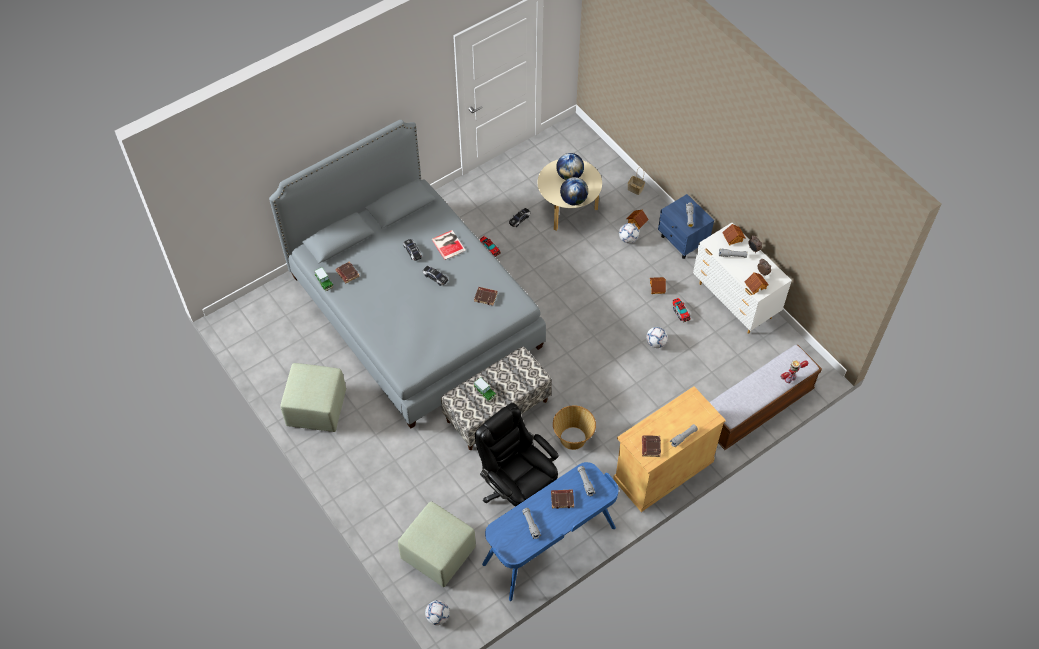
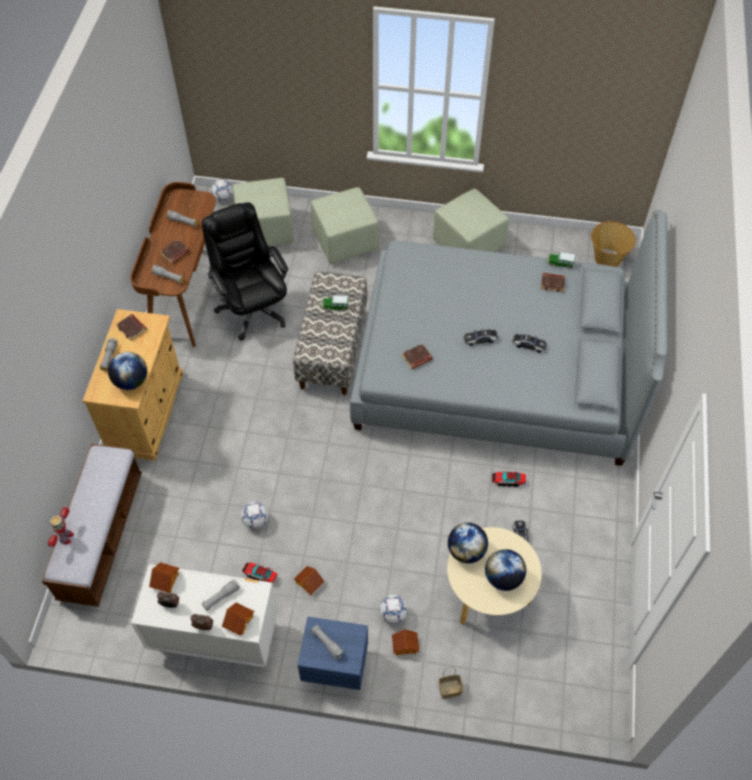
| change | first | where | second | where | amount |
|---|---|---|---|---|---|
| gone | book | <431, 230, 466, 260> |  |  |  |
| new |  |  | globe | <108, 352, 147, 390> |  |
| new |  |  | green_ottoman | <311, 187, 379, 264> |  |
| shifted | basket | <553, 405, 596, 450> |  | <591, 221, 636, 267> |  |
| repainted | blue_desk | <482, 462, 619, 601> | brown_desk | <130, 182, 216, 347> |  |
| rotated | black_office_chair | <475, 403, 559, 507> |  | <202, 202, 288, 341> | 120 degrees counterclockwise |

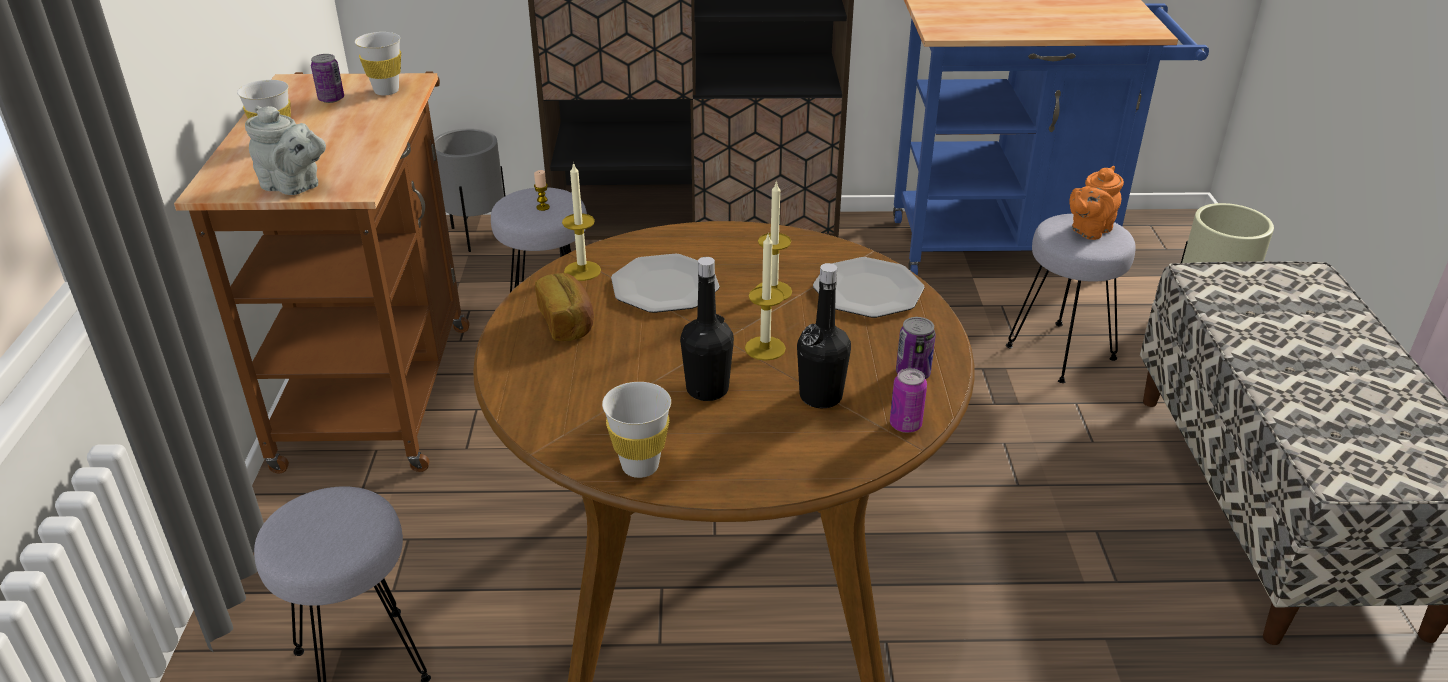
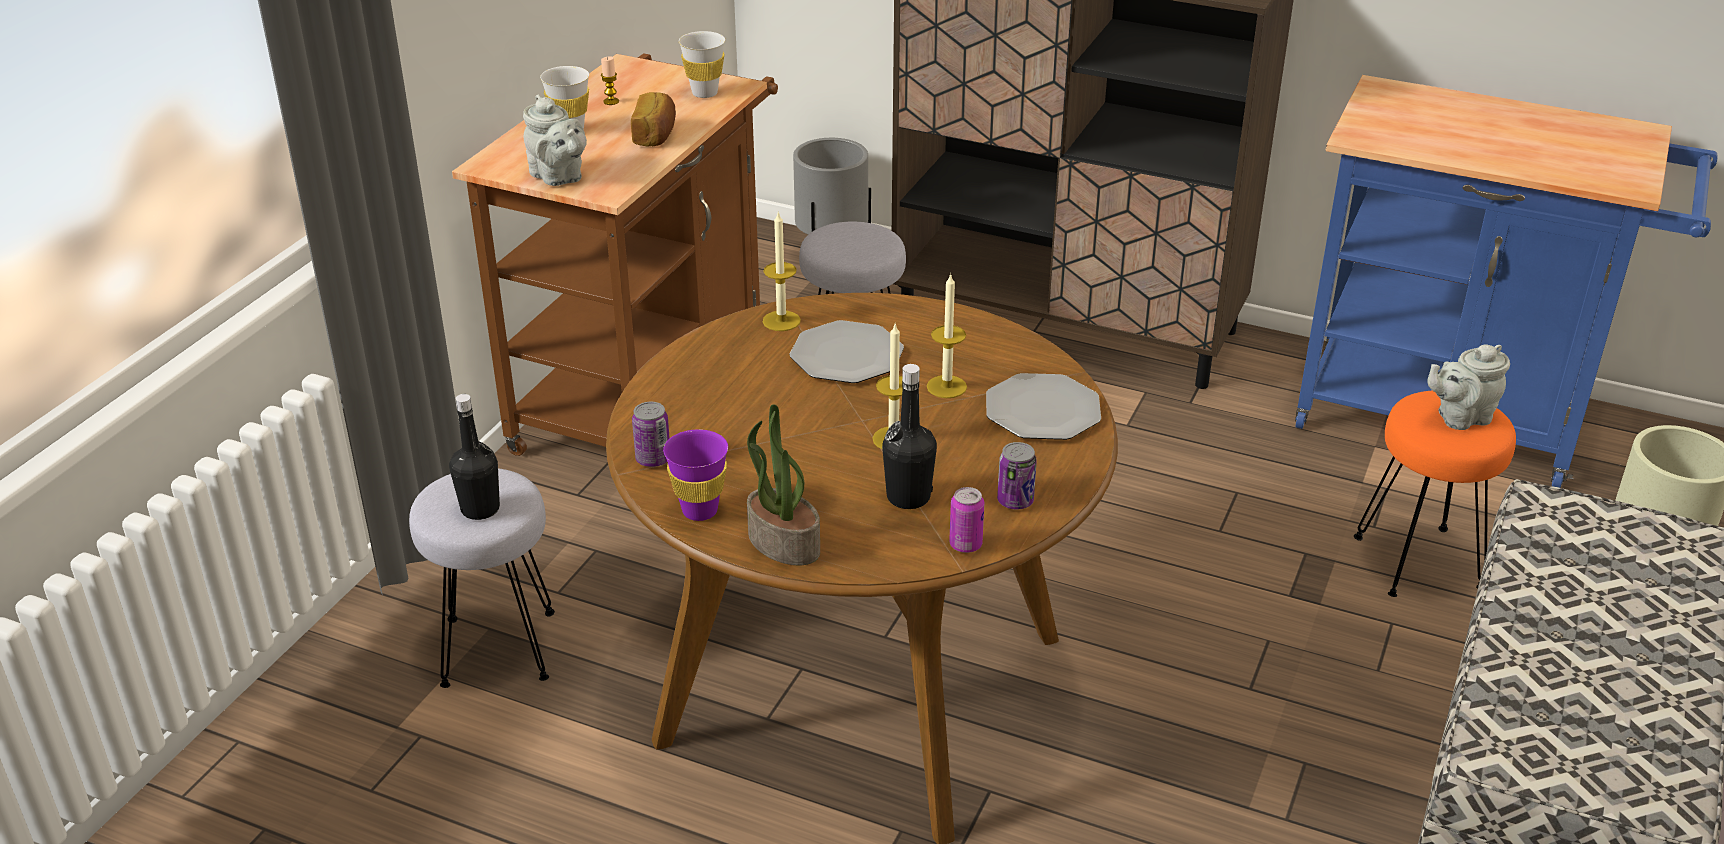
| change | first | where | second | where | amount |
|---|---|---|---|---|---|
| new |  |  | potted_plant | <747, 404, 820, 565> |  |
| shifted | can | <311, 54, 344, 103> |  | <632, 402, 670, 467> |  |
| shifted | candle | <534, 170, 550, 211> |  | <601, 56, 619, 105> |  |
| shifted | bread | <535, 273, 594, 341> |  | <631, 92, 676, 147> |  |
| shifted | black_bottle | <680, 257, 734, 401> |  | <449, 394, 500, 520> |  |
| repainted | white_cup | <602, 382, 671, 478> | purple_cup | <663, 429, 728, 521> |  |
| repainted | grey_stool | <1006, 214, 1136, 383> | orange_stool | <1354, 391, 1516, 597> |  |
| repainted | orange_teapot | <1069, 166, 1124, 240> | grey_teapot | <1427, 344, 1510, 430> |  |

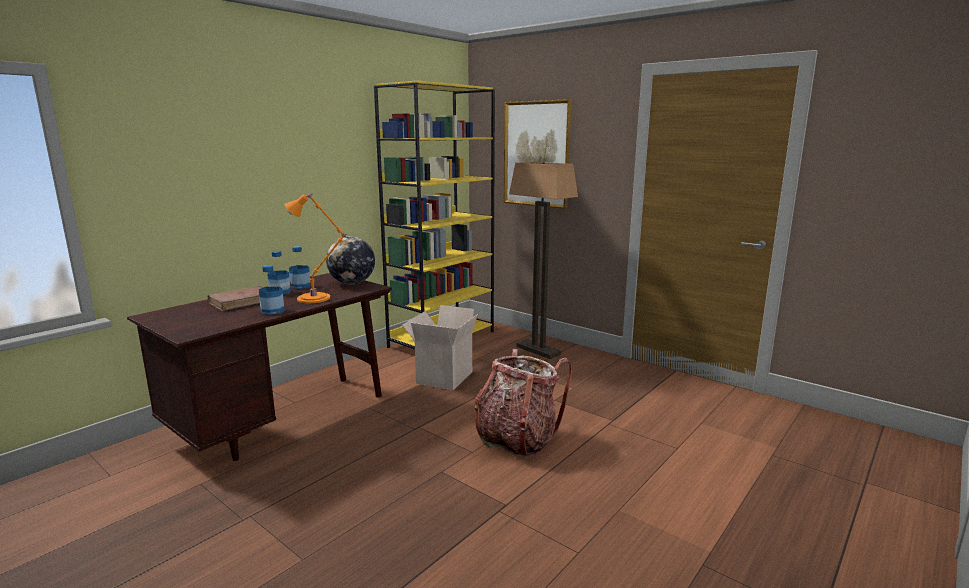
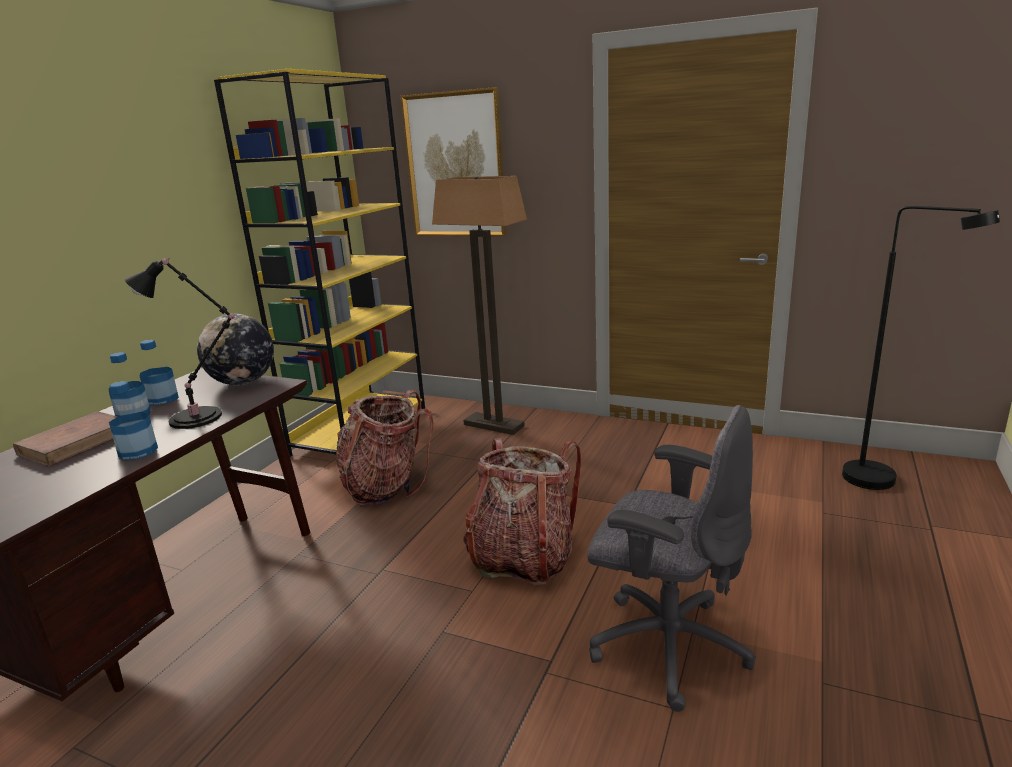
| change | first | where | second | where | amount |
|---|---|---|---|---|---|
| new |  |  | grey_office_chair | <587, 405, 756, 712> |  |
| new |  |  | black_floor_lamp | <842, 206, 1000, 490> |  |
| swapped | cardboard_box | <402, 305, 478, 390> | backpack | <336, 390, 433, 505> |  |
| repainted | orange_table_lamp | <284, 194, 347, 303> | black_table_lamp | <124, 258, 236, 429> |  |

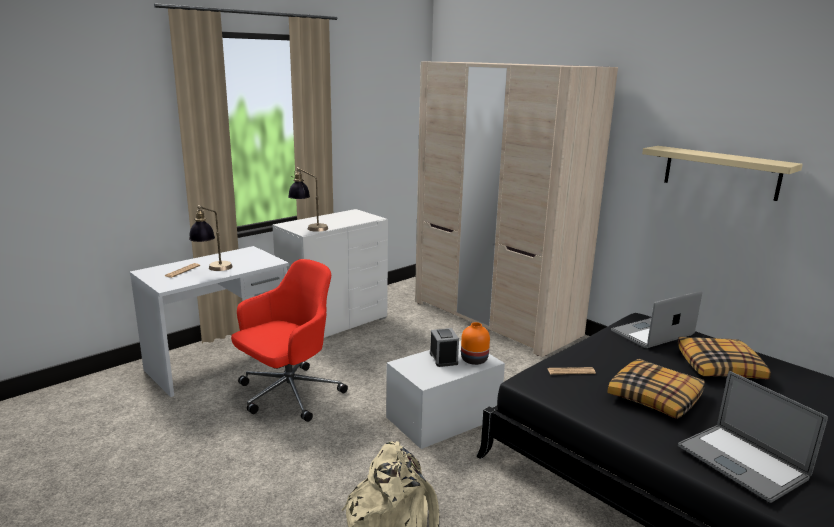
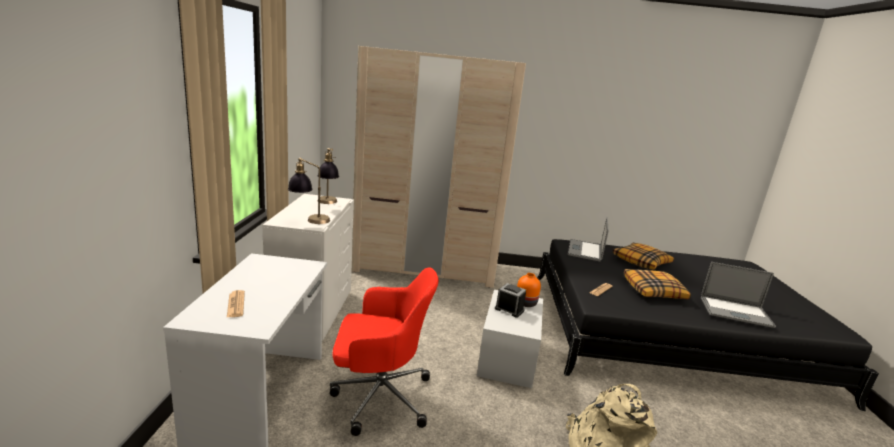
| change | first | where | second | where | amount |
|---|---|---|---|---|---|
| gone | beige_shelf | <642, 146, 803, 201> |  |  |  |
| shifted | table_lamp | <189, 205, 233, 271> |  | <318, 148, 339, 204> |  |
| rotated | red_office_chair | <231, 259, 348, 422> |  | <330, 267, 439, 436> | 90 degrees clockwise |

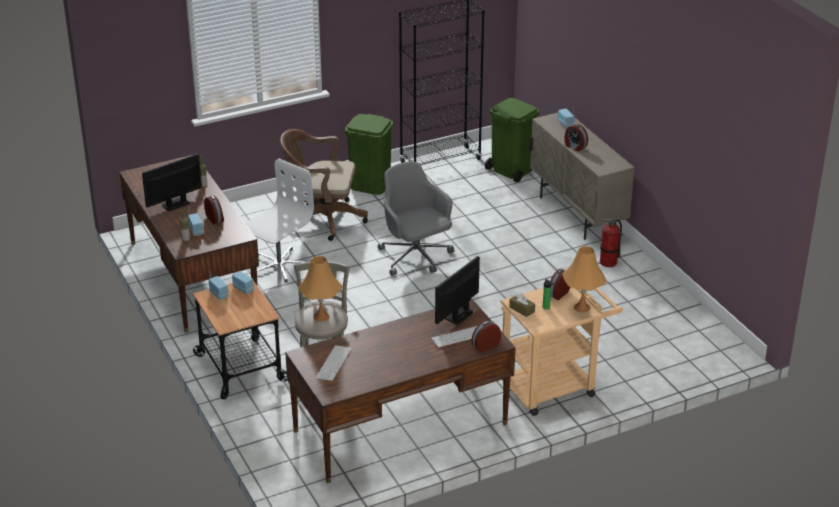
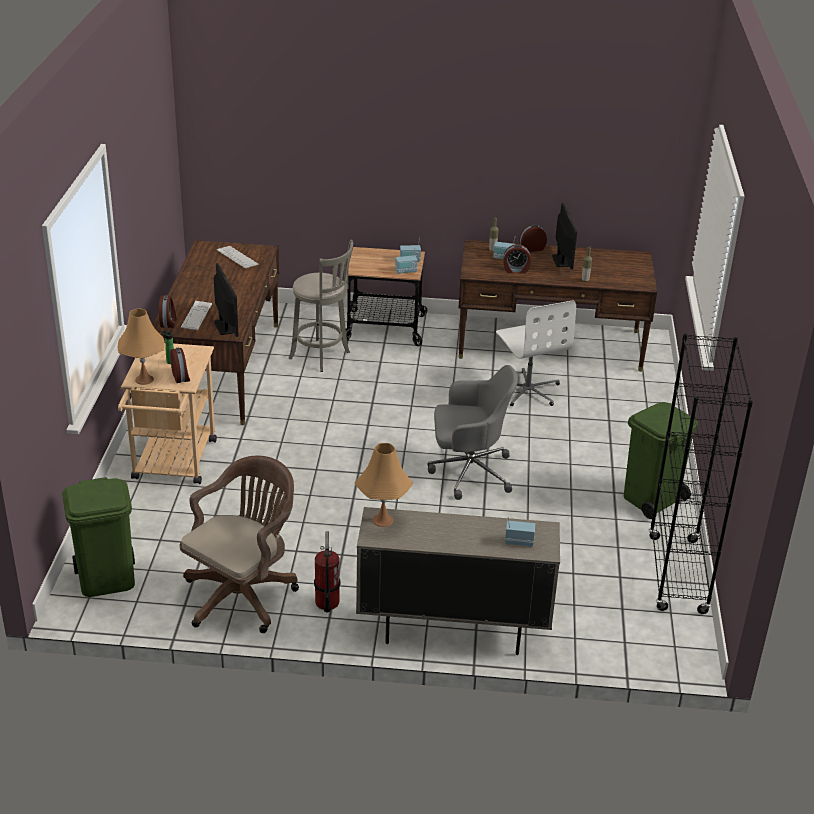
| change | first | where | second | where | amount |
|---|---|---|---|---|---|
| gone | brown_tissue_box | <509, 293, 535, 317> |  |  |  |
| shifted | brown_office_chair | <280, 129, 368, 241> |  | <180, 455, 299, 633> |  |
| shifted | orange_table_lamp | <298, 256, 343, 322> |  | <355, 443, 413, 527> |  |
| shifted | green_trash_can | <485, 98, 540, 182> |  | <62, 477, 135, 597> |  |
| shifted | alarm_clock | <565, 124, 588, 151> |  | <519, 225, 547, 252> |  |

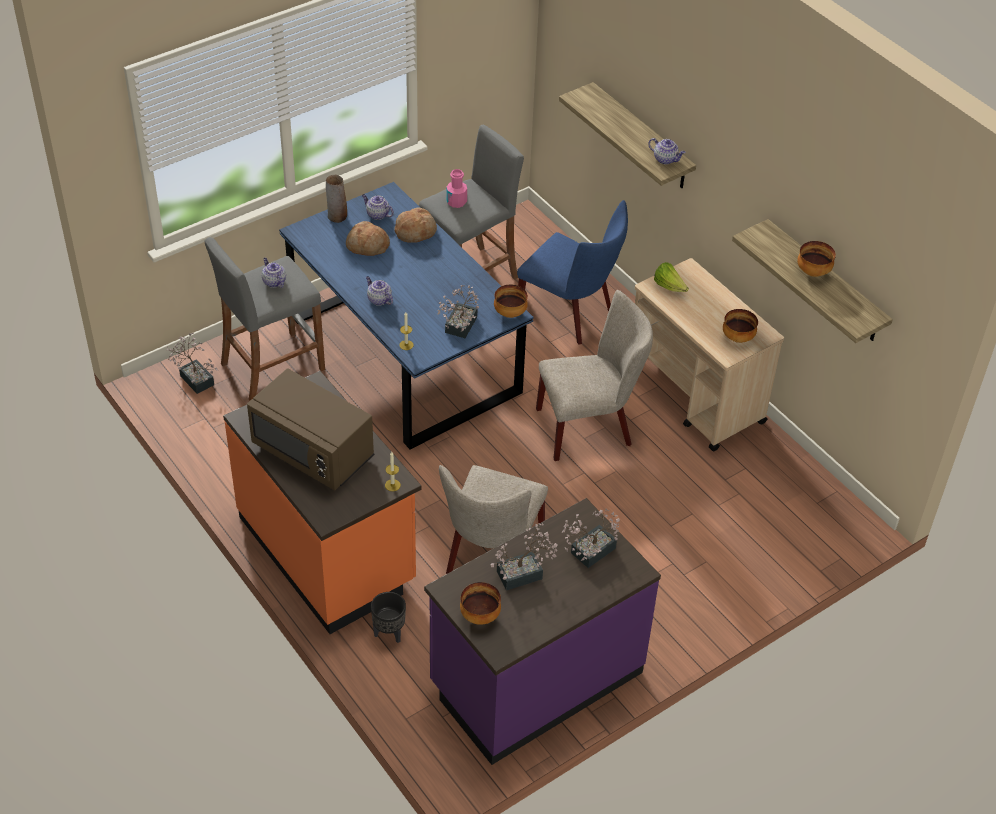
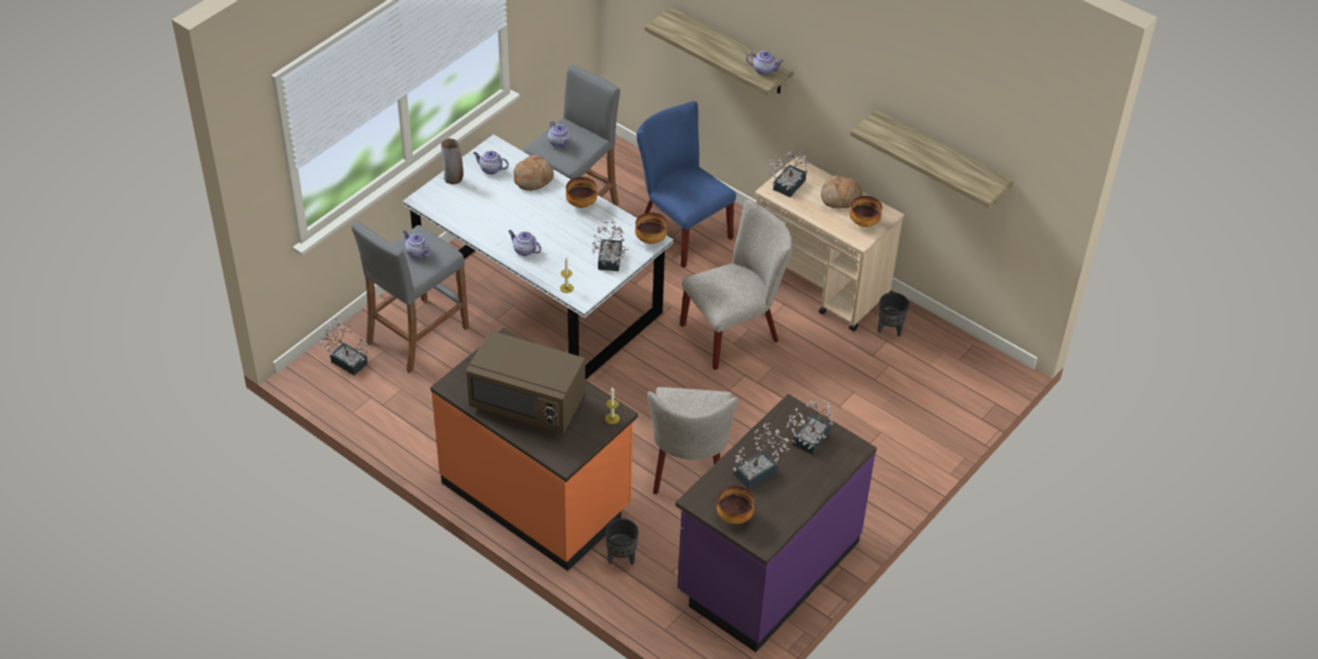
| change | first | where | second | where | amount |
|---|---|---|---|---|---|
| new |  |  | black_planter | <878, 292, 909, 337> |  |
| shifted | bread | <346, 221, 390, 256> |  | <821, 175, 863, 208> |  |
| shifted | bowl | <797, 241, 836, 277> |  | <566, 177, 597, 208> |  |
| swapped | pink_bottle | <446, 169, 467, 208> | teapot | <548, 121, 571, 148> |  |
| swapped | lettuce | <654, 262, 689, 292> | potted_plant | <767, 149, 808, 197> |  |
| repainted | blue_dining_table | <279, 182, 534, 449> | white_dining_table | <403, 134, 673, 380> |  |
| rotated | blue_chair | <517, 200, 628, 345> |  | <636, 101, 736, 268> | 150 degrees counterclockwise |

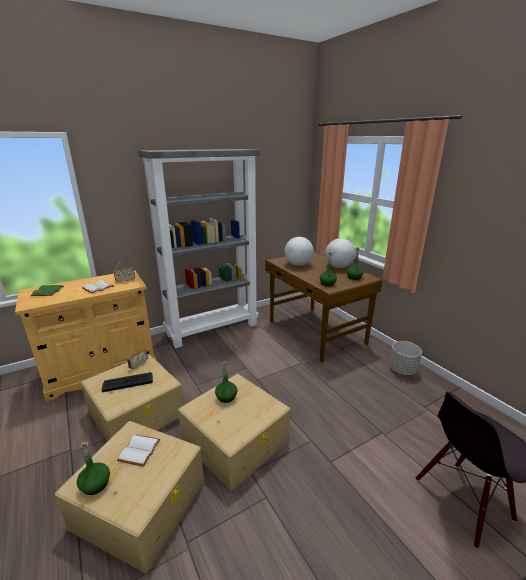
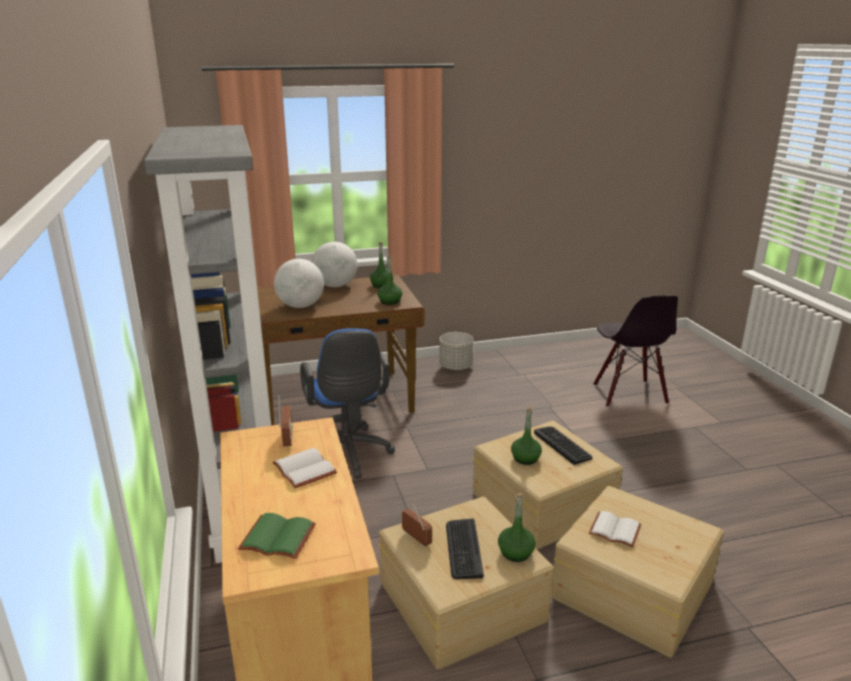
| change | first | where | second | where | amount |
|---|---|---|---|---|---|
| new |  |  | blue_office_chair | <300, 328, 395, 479> |  |
| new |  |  | keyboard | <534, 427, 592, 465> |  |
| shifted | green_bottle | <77, 441, 110, 495> |  | <498, 493, 536, 562> |  |

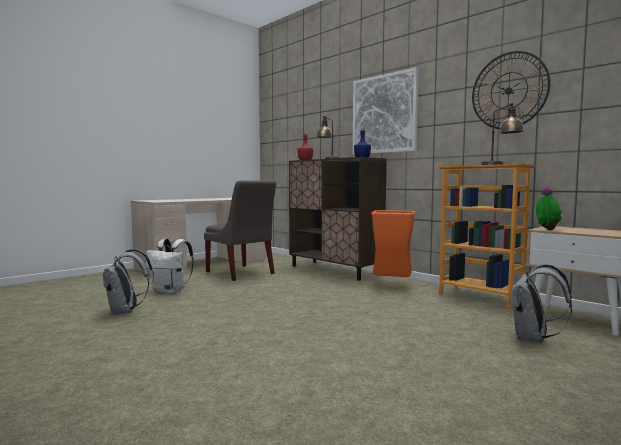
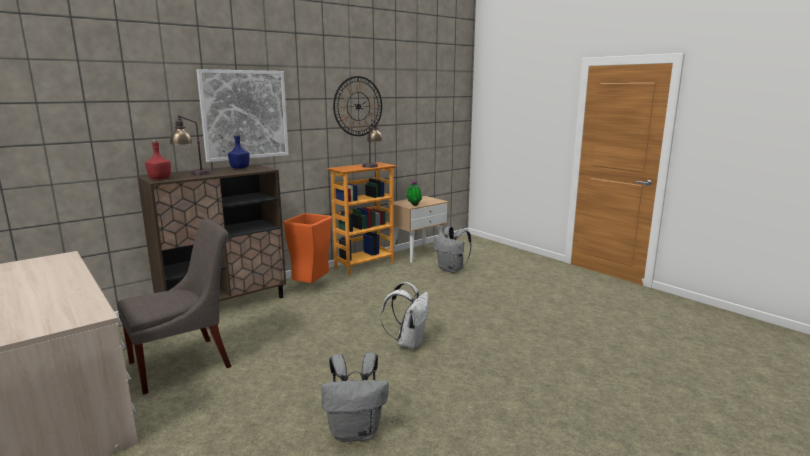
| change | first | where | second | where | amount |
|---|---|---|---|---|---|
| shifted | white_backpack | <145, 238, 194, 294> |  | <381, 282, 429, 350> |  |

